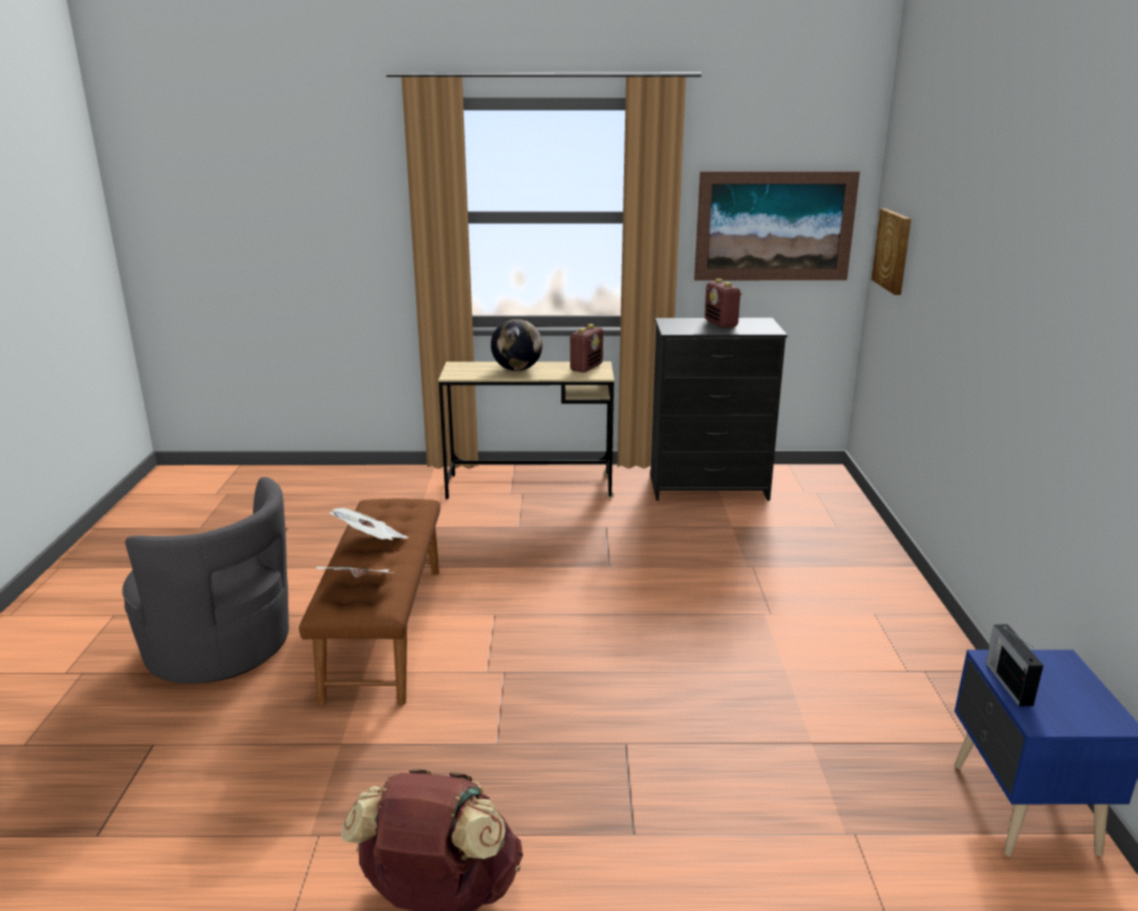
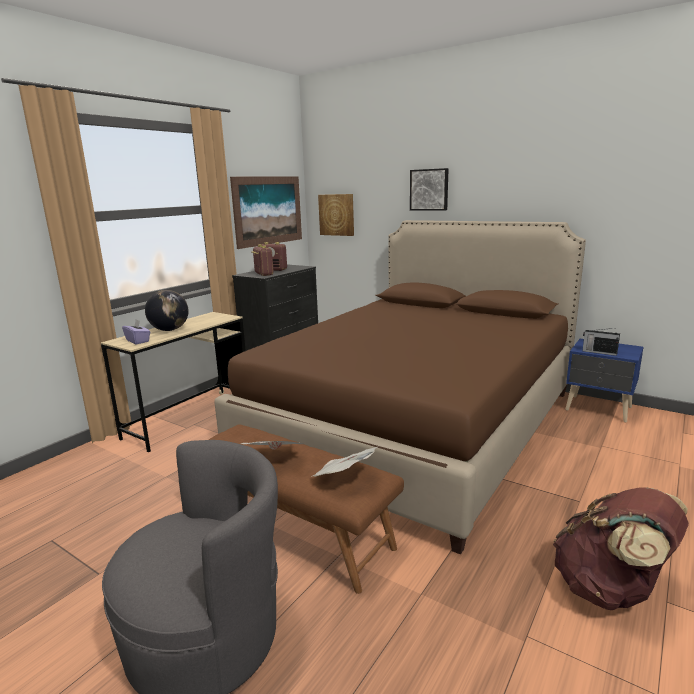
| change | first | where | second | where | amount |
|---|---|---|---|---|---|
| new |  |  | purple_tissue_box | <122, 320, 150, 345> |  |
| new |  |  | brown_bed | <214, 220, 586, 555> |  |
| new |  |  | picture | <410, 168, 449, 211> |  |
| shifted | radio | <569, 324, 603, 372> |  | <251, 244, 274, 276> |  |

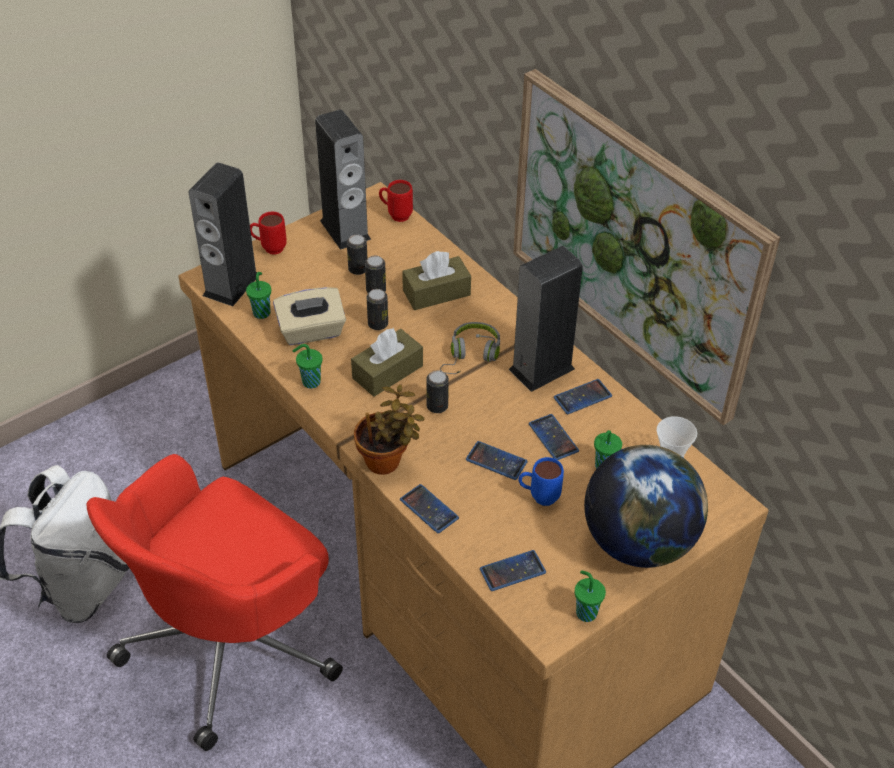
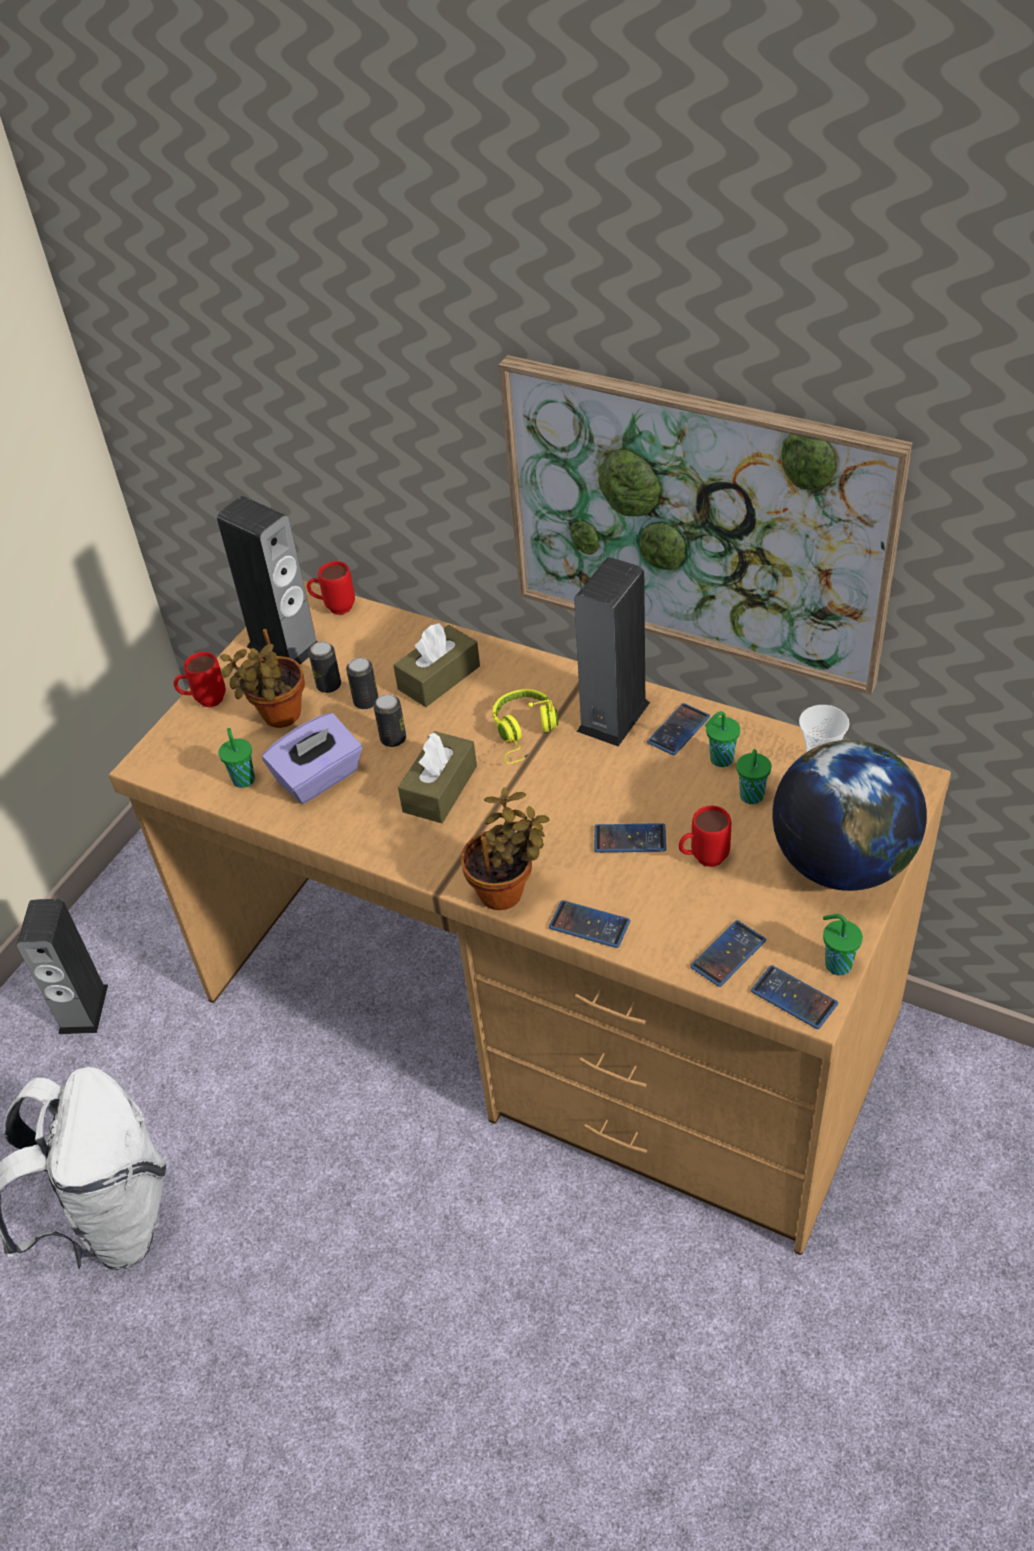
| change | first | where | second | where | amount |
|---|---|---|---|---|---|
| gone | red_office_chair | <86, 454, 343, 751> |  |  |  |
| gone | can | <426, 370, 449, 413> |  |  |  |
| new |  |  | potted_plant | <220, 629, 305, 728> |  |
| shifted | speaker | <189, 162, 257, 306> |  | <16, 899, 108, 1034> |  |
| shifted | green_cup | <293, 344, 322, 389> |  | <705, 711, 740, 767> |  |
| shifted | phone | <529, 414, 579, 460> |  | <751, 965, 838, 1029> |  |
| repainted | beige_tissue_box | <273, 287, 346, 345> | purple_tissue_box | <262, 713, 362, 804> |  |
| repainted | grey_headphones | <440, 322, 500, 374> | yellow_headphones | <492, 689, 558, 764> |  |
| repainted | blue_mug | <518, 457, 564, 506> | red_mug | <679, 806, 731, 867> |  |

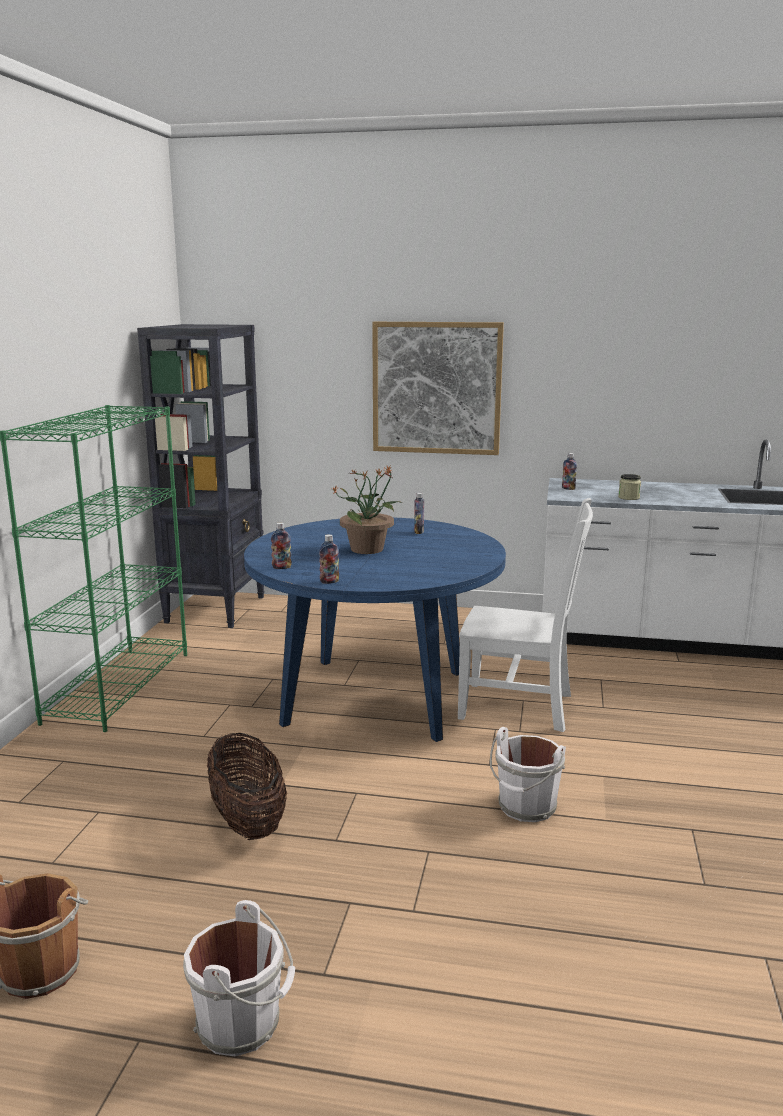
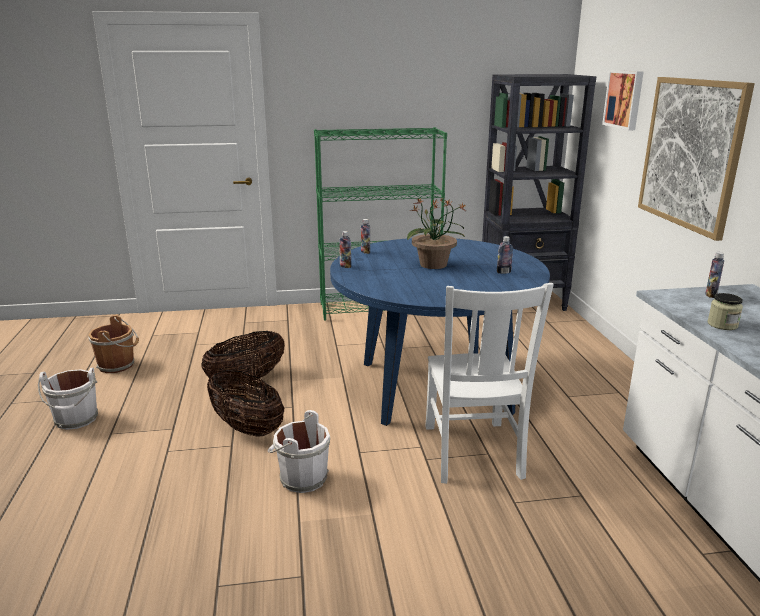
| change | first | where | second | where | amount |
|---|---|---|---|---|---|
| new |  |  | basket | <207, 370, 284, 437> |  |
| new |  |  | picture | <602, 70, 644, 130> |  |

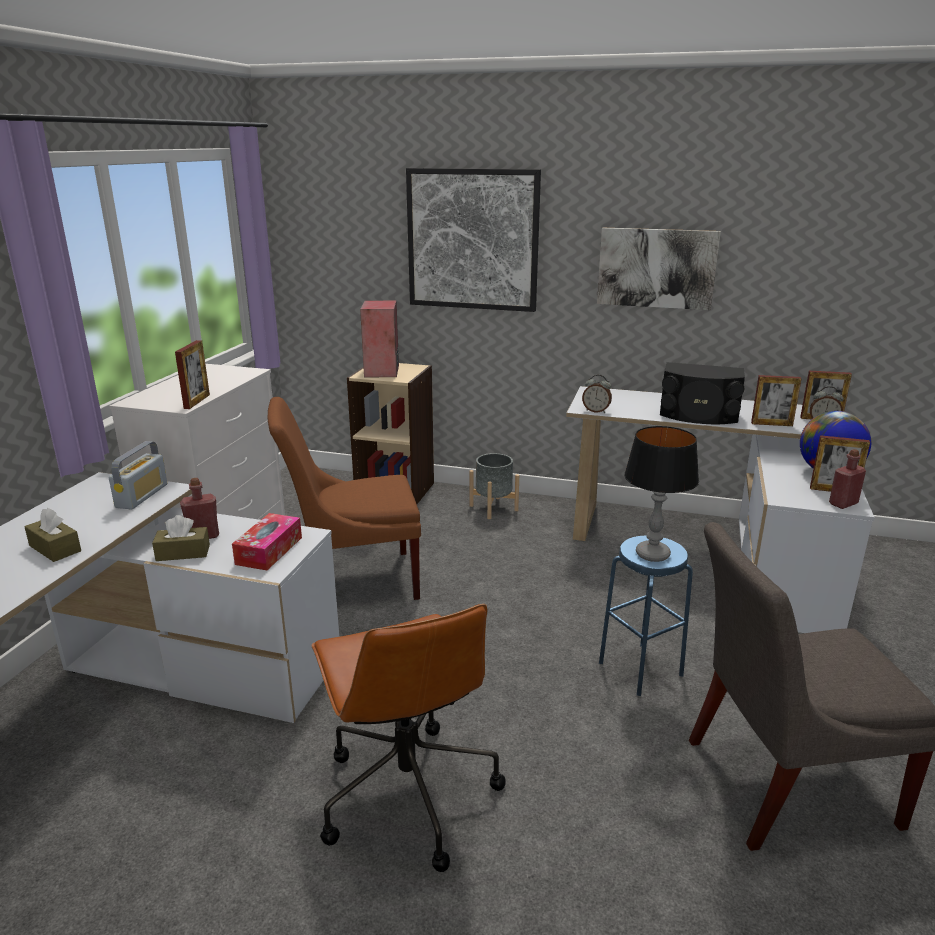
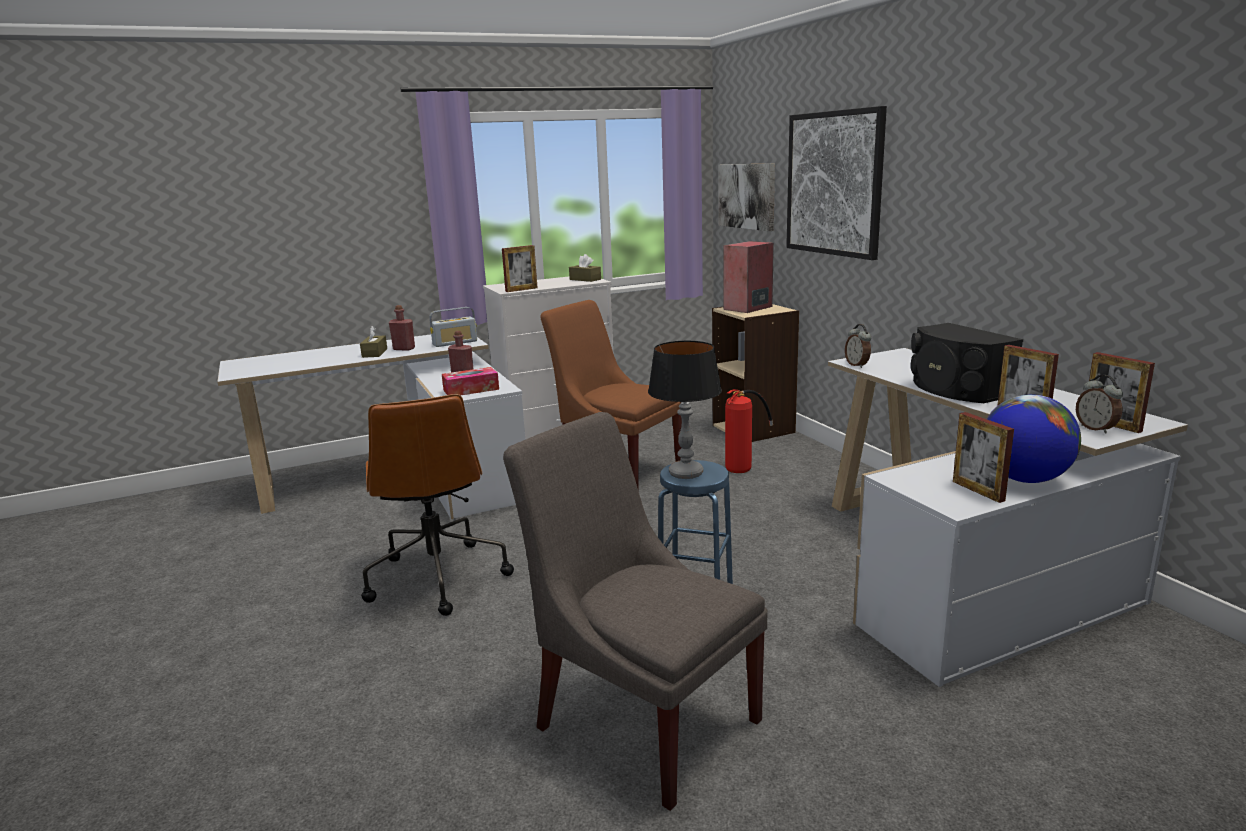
| change | first | where | second | where | amount |
|---|---|---|---|---|---|
| gone | grey_planter | <469, 453, 519, 519> |  |  |  |
| new |  |  | fire_extinguisher | <725, 389, 773, 473> |  |
| shifted | brown_tissue_box | <152, 515, 210, 561> |  | <569, 254, 601, 282> |  |
| shifted | picture | <597, 228, 721, 310> |  | <718, 164, 775, 231> |  |
| shifted | red_bottle | <829, 449, 866, 509> |  | <389, 305, 415, 351> |  |
| rotated | brown_office_chair | <312, 604, 506, 872> |  | <361, 394, 514, 616> | 45 degrees counterclockwise |

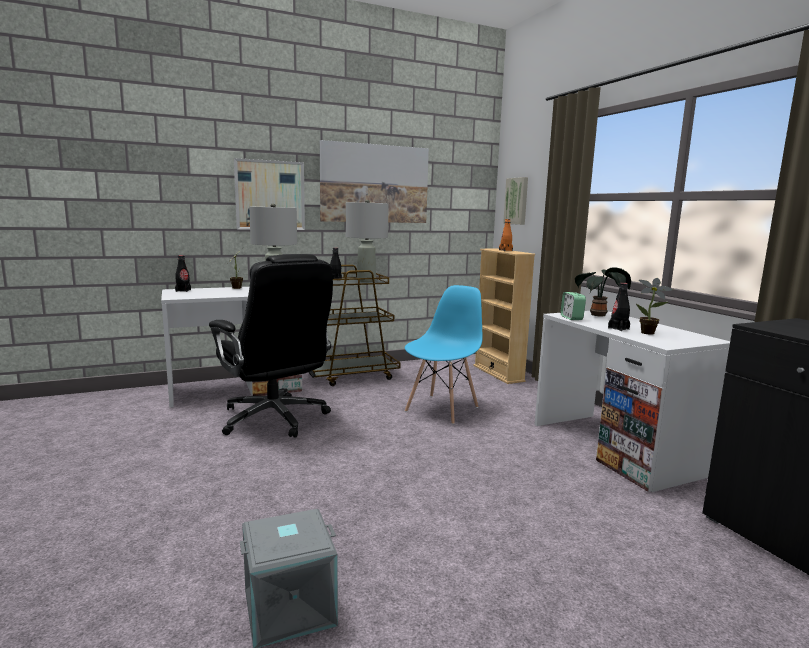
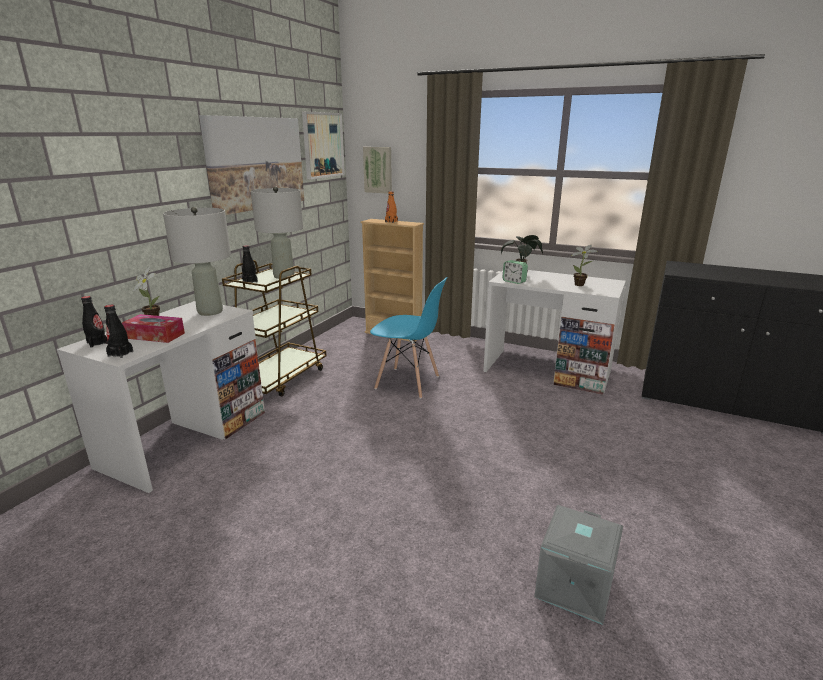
| change | first | where | second | where | amount |
|---|---|---|---|---|---|
| gone | black_office_chair | <209, 254, 333, 438> |  |  |  |
| new |  |  | tissue_box | <122, 314, 185, 343> |  |
| shifted | picture | <234, 158, 305, 230> |  | <302, 111, 345, 179> |  |
| shifted | black_bottle | <608, 283, 630, 331> |  | <104, 305, 133, 358> |  |
| rotated | blue_chair | <405, 285, 482, 424> |  | <370, 277, 448, 399> | 120 degrees clockwise |

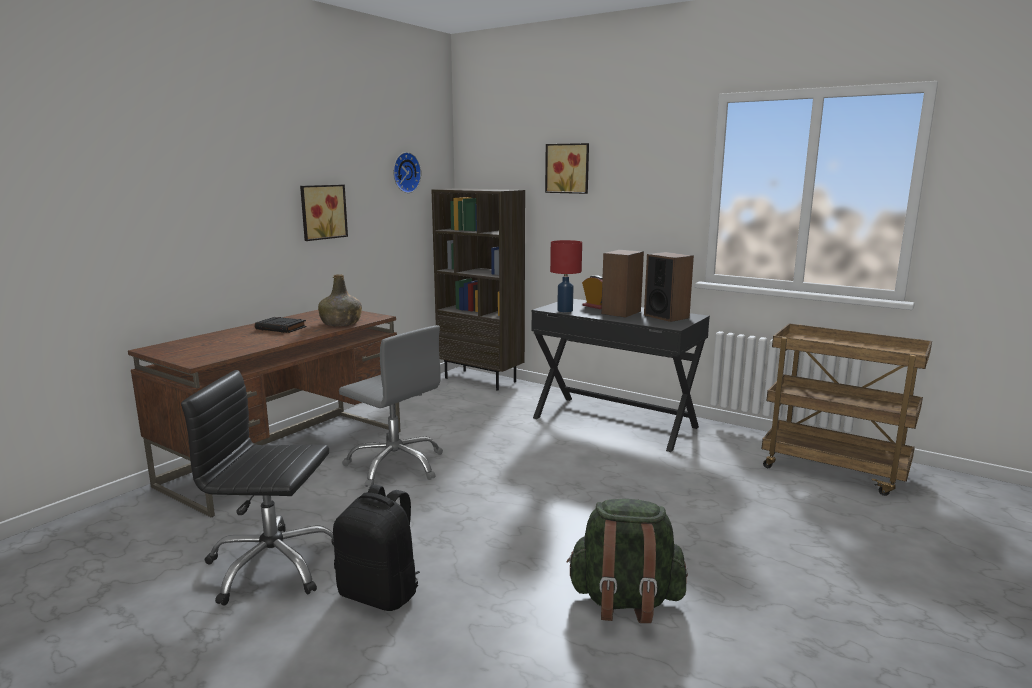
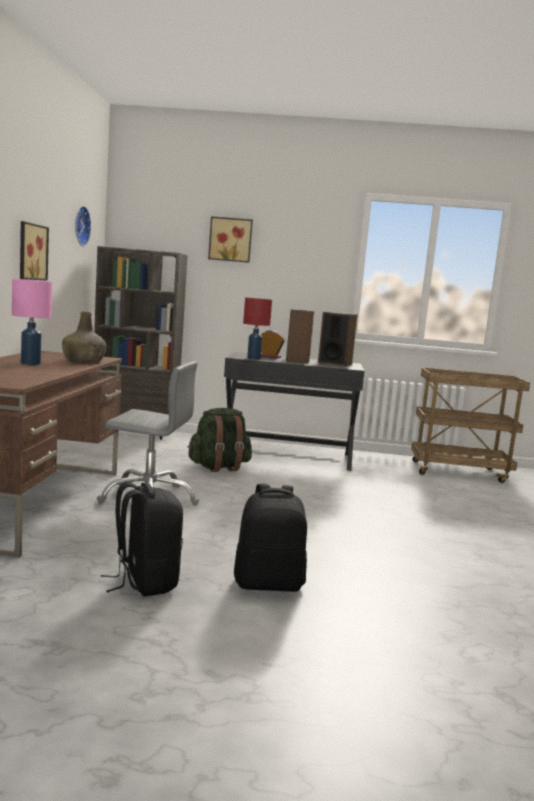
| change | first | where | second | where | amount |
|---|---|---|---|---|---|
| shifted | green_backpack | <566, 499, 688, 623> |  | <187, 408, 252, 472> |  |
| swapped | black_office_chair | <181, 370, 334, 606> | black_backpack | <101, 482, 183, 596> |  |
| swapped | black_book | <255, 317, 306, 333> | pink_table_lamp | <12, 279, 52, 365> |  |

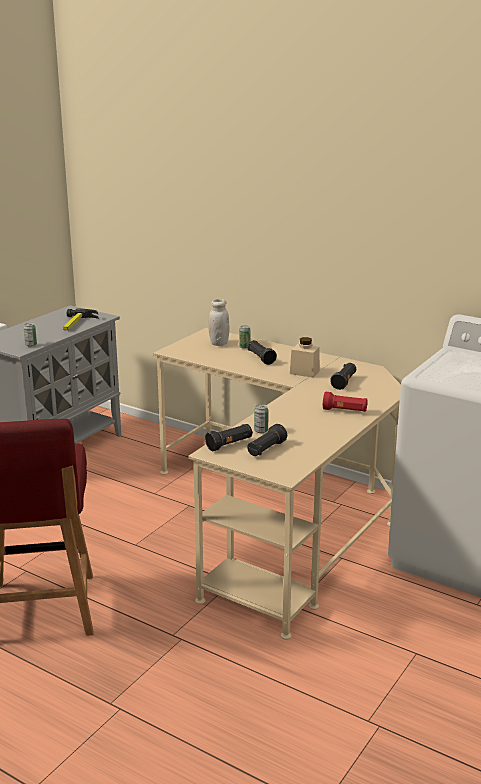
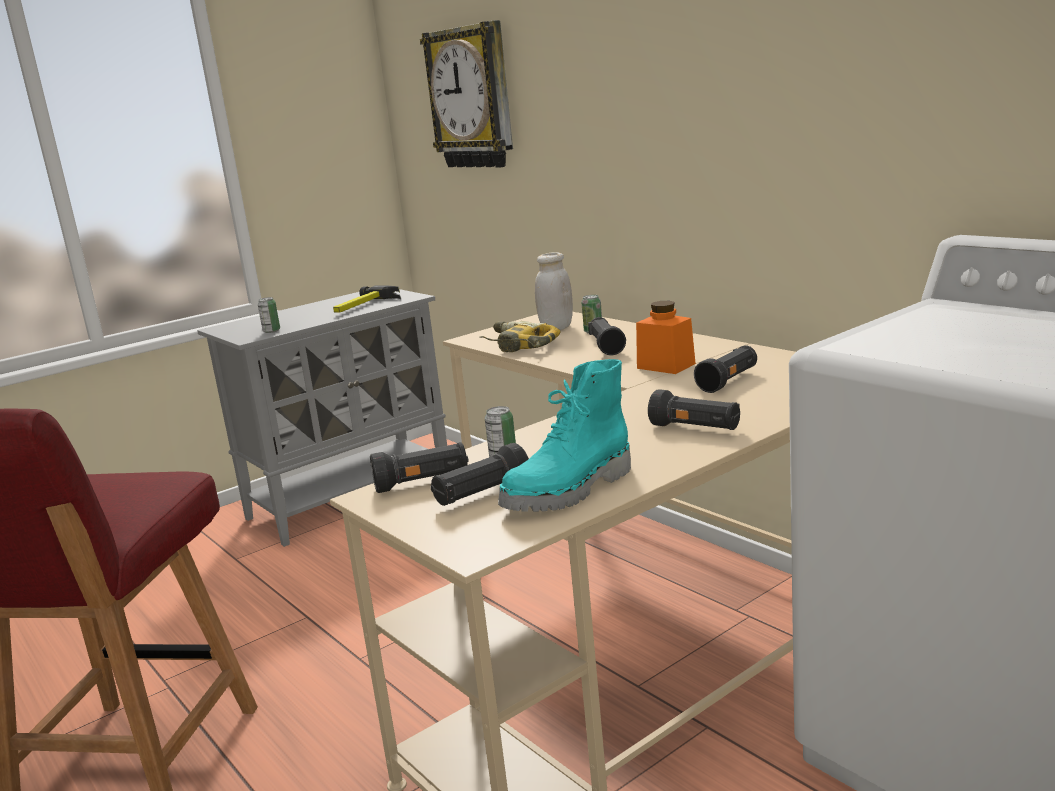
| change | first | where | second | where | amount |
|---|---|---|---|---|---|
| new |  |  | wall_clock | <420, 20, 513, 167> |  |
| new |  |  | power_drill | <479, 321, 561, 352> |  |
| new |  |  | turquoise_boot | <498, 359, 631, 512> |  |
| repainted | beige_jar | <290, 337, 320, 378> | orange_jar | <636, 301, 696, 374> |  |
| repainted | red_flashlight | <323, 392, 368, 412> | black_flashlight | <648, 389, 740, 430> |  |

